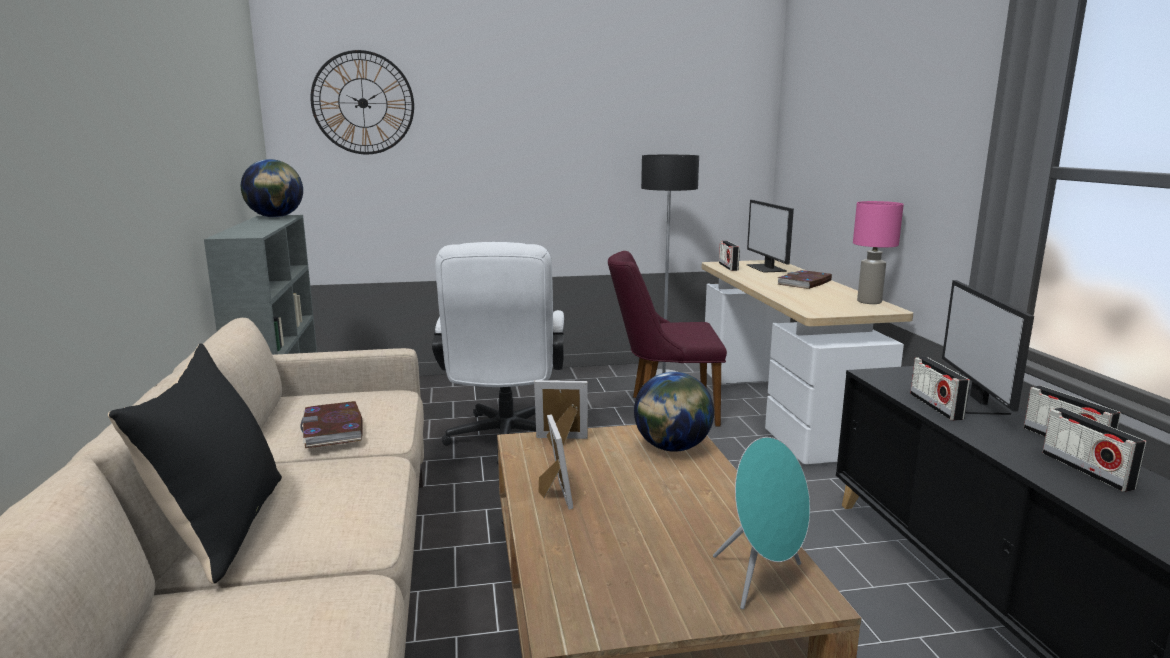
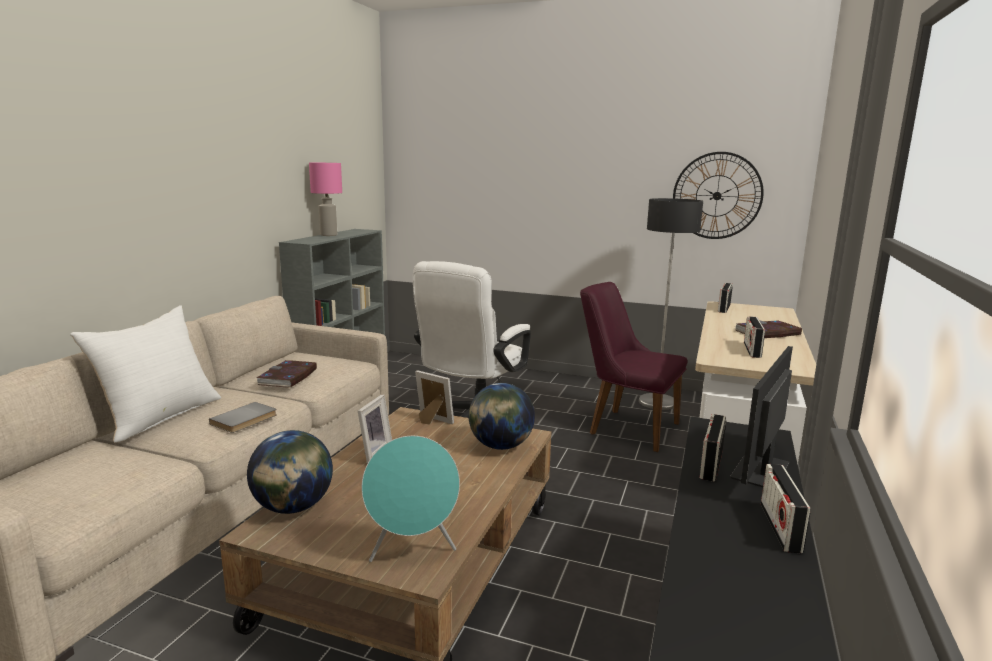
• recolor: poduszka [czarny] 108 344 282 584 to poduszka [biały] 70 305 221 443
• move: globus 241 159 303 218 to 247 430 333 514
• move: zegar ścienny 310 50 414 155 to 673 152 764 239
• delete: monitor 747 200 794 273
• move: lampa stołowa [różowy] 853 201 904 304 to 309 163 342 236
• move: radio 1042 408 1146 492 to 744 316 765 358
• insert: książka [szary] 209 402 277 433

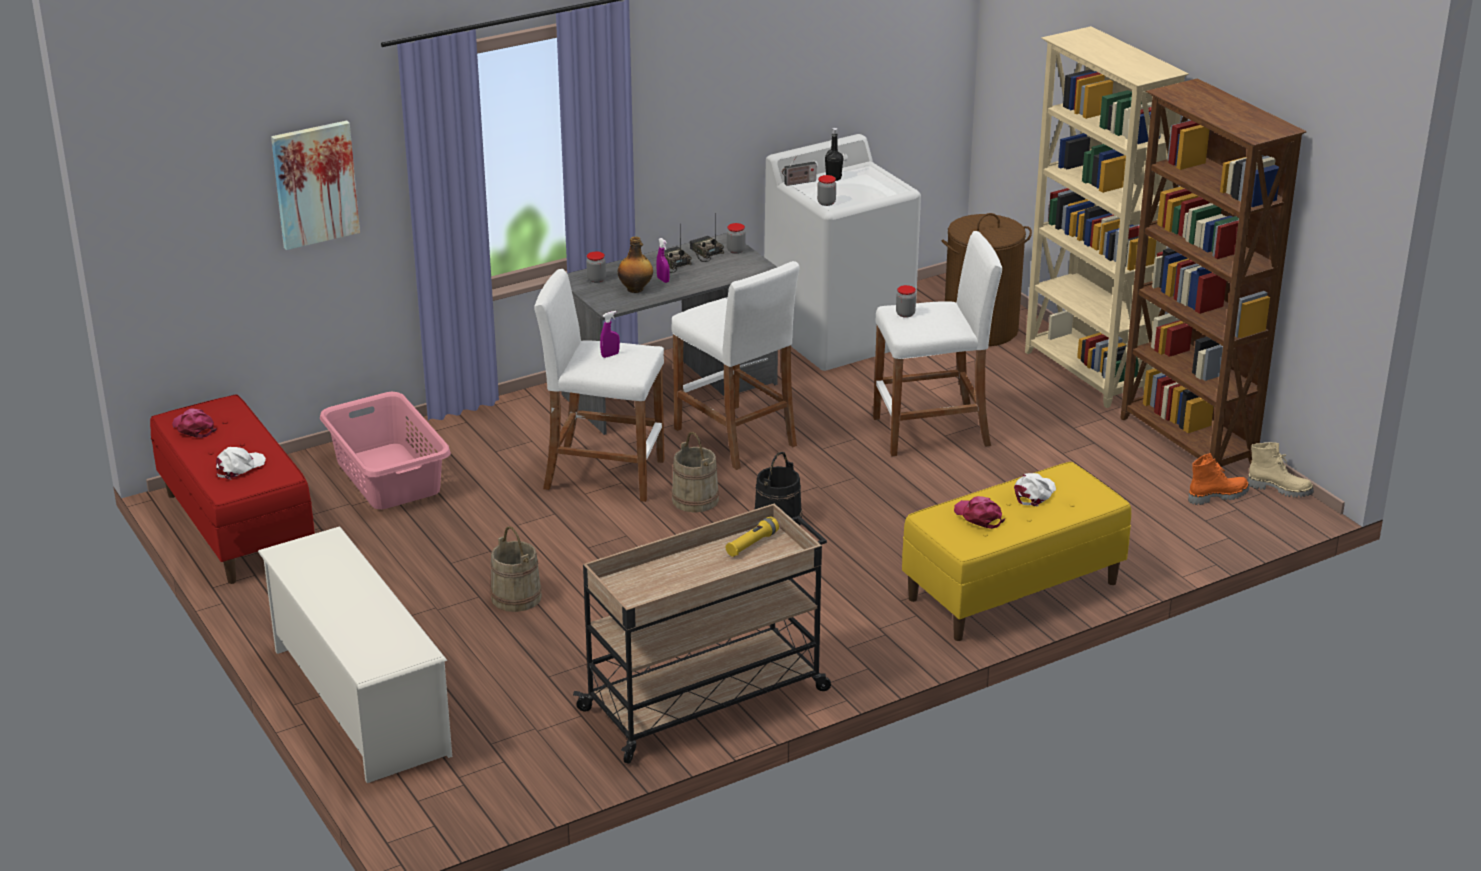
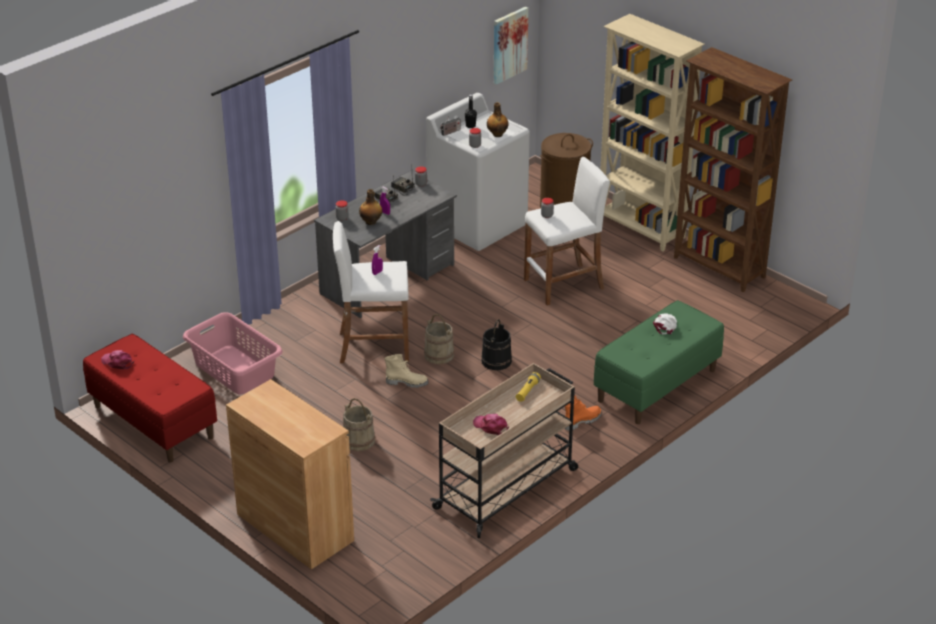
• delete: czapka z daszkiem [biały] 216 447 266 479
• replace: regał na buty [biały] 258 527 452 783 to szafka [brązowy] 226 379 354 569
• move: obraz 271 121 360 250 to 494 7 529 84
• delete: stołek [biały] 671 261 799 470
• recolor: ławka [żółty] 902 462 1131 641 to ławka [zielony] 594 300 724 424
• move: czapka z daszkiem [różowy] 954 496 1005 529 to 473 414 509 435
• move: but z cholewką [pomarańczowy] 1188 453 1249 505 to 564 396 602 431
• move: but z cholewką [beżowy] 1248 442 1314 497 to 385 354 429 388
• insert: butelka 487 102 509 137

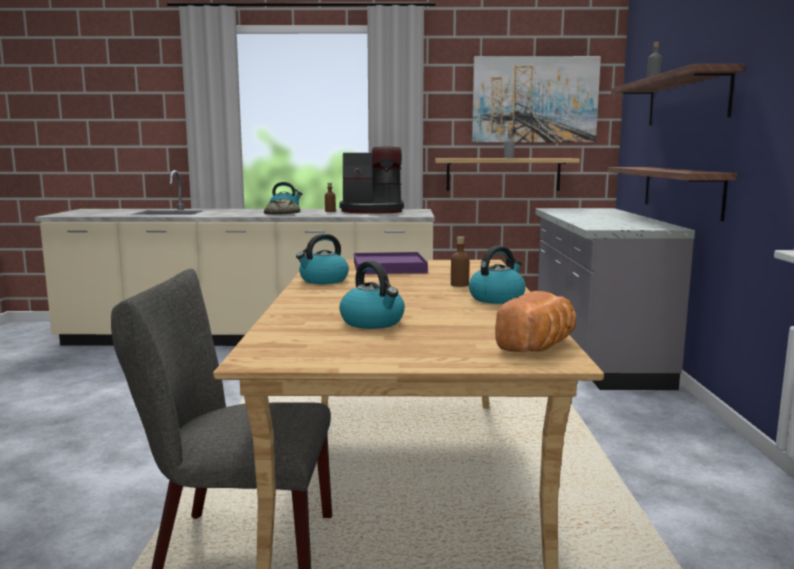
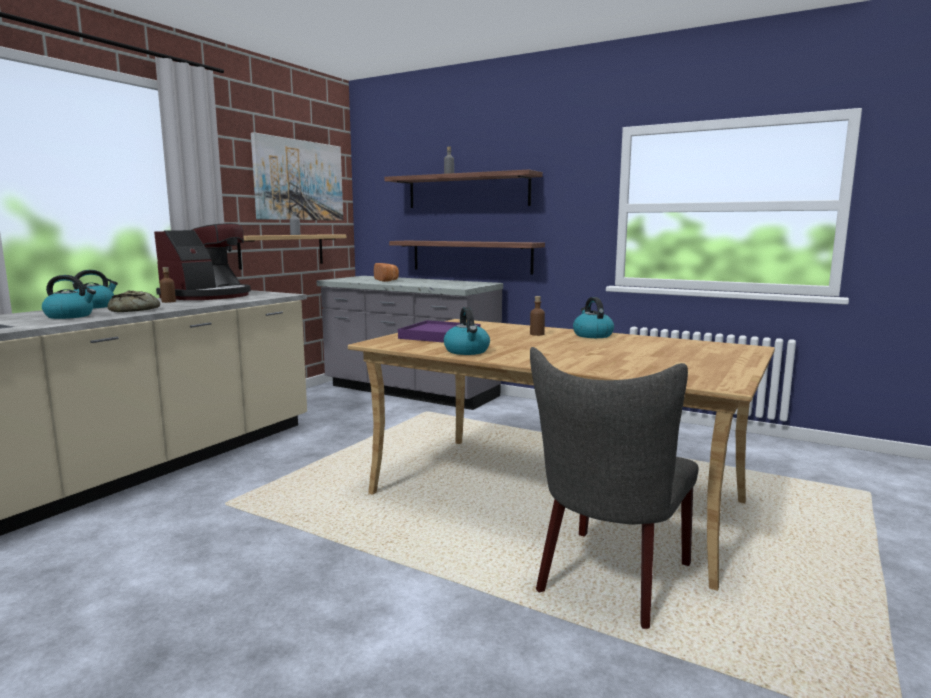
• move: czajnik 339 261 405 329 to 42 275 96 319
• move: chleb 495 291 576 352 to 374 263 399 282

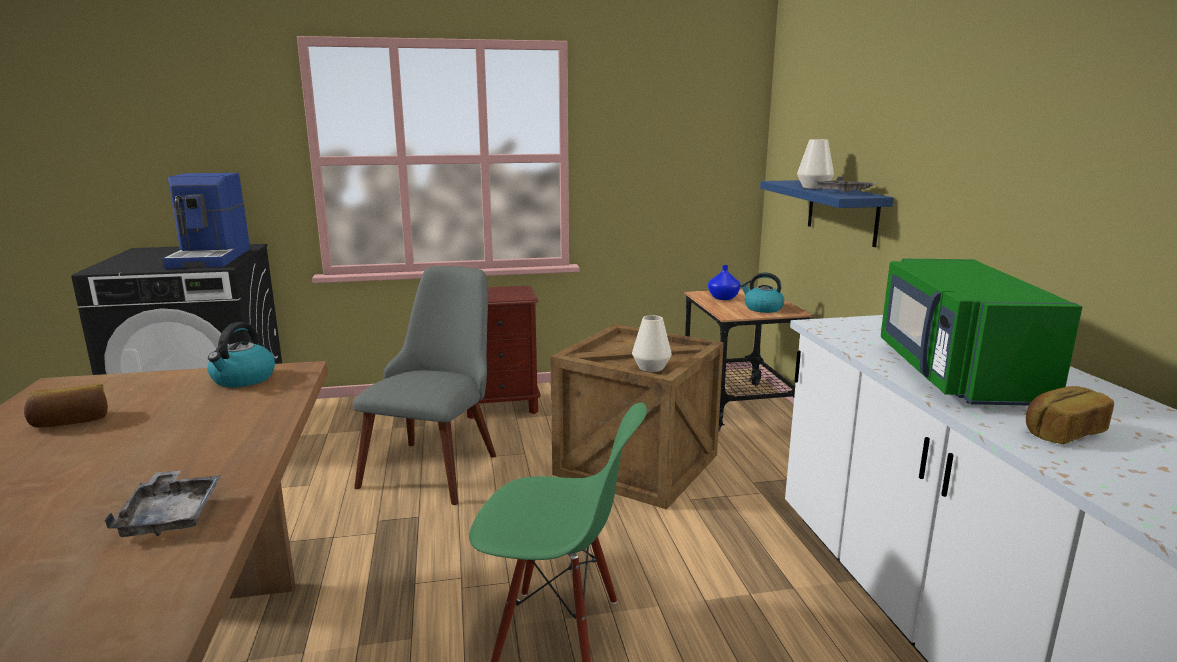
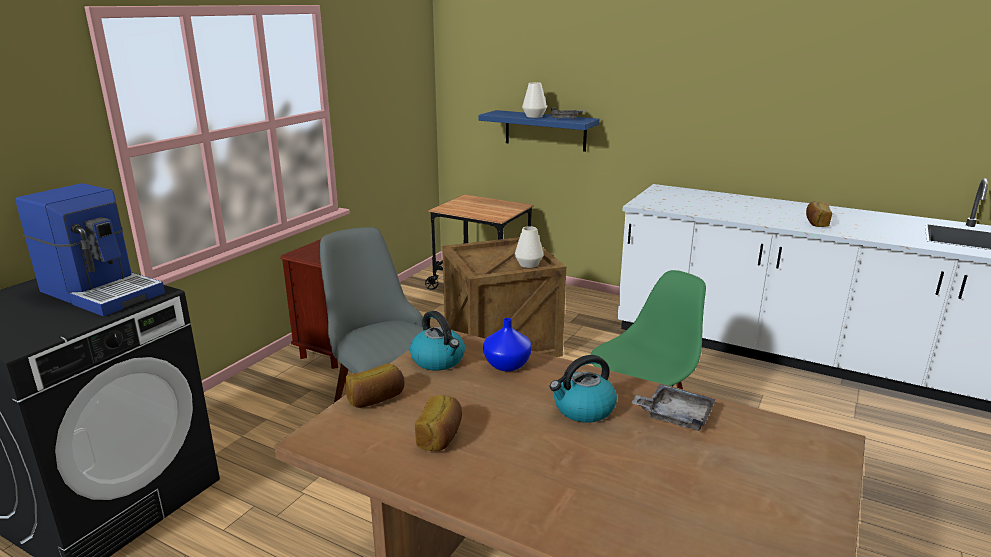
• move: wazon [niebieski] 708 265 741 300 to 483 318 532 372
• move: czajnik 740 272 784 313 to 550 355 617 423
• delete: mikrofalówka [zielony] 881 259 1082 406
• insert: chleb 345 364 405 408

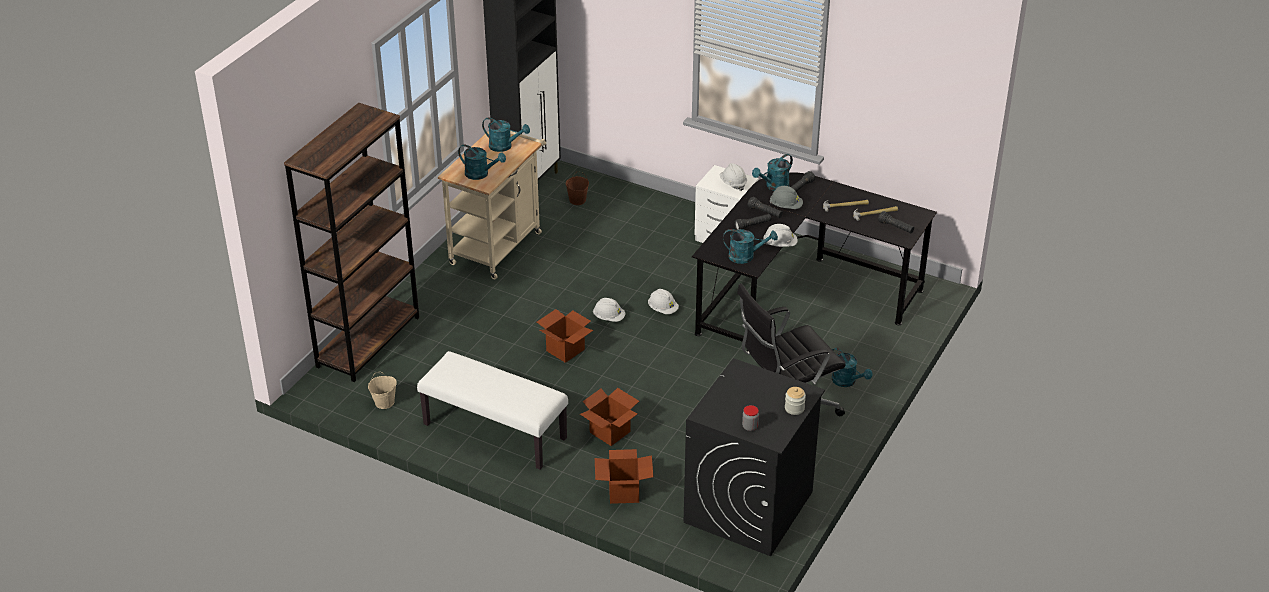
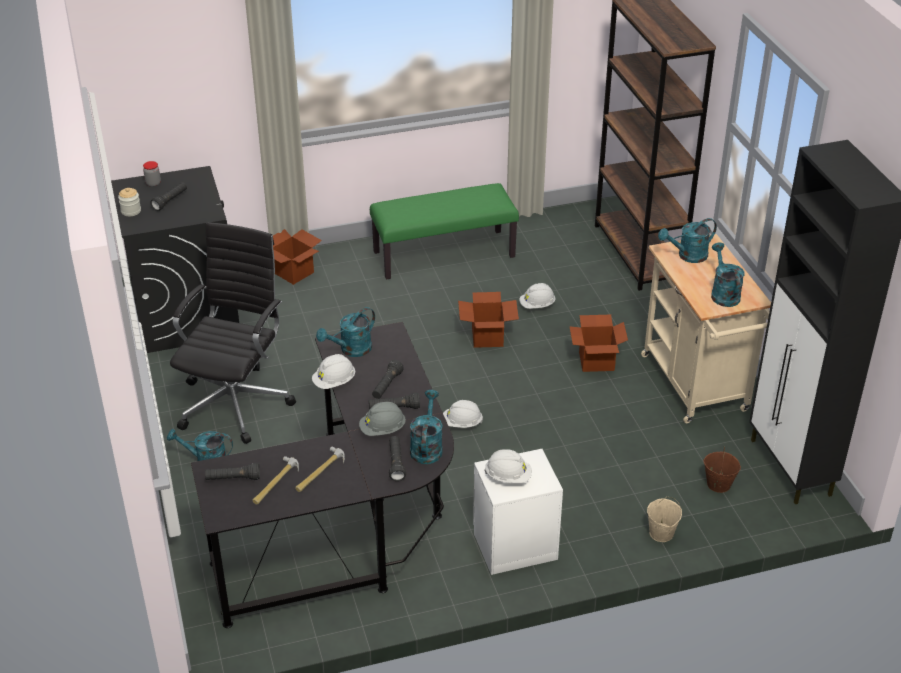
• move: wiadro [beżowy] 368 372 397 409 to 647 497 682 542
• recolor: ławka [biały] 417 351 568 469 to ławka [zielony] 370 183 519 280
• rotate: konewka [turkusowy] 482 117 530 152 = 711 242 745 307 105 degrees clockwise
• move: karton 580 388 639 446 to 569 315 628 372
• move: kask [biały] 593 298 625 322 to 519 283 556 309
• insert: latarka [czarny] 150 182 187 211

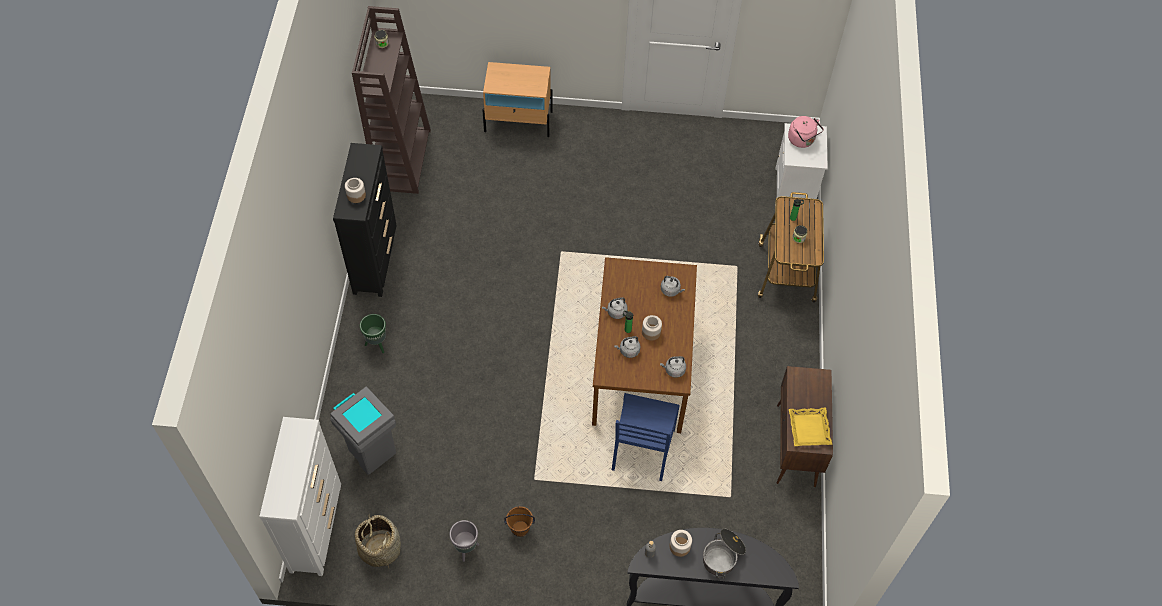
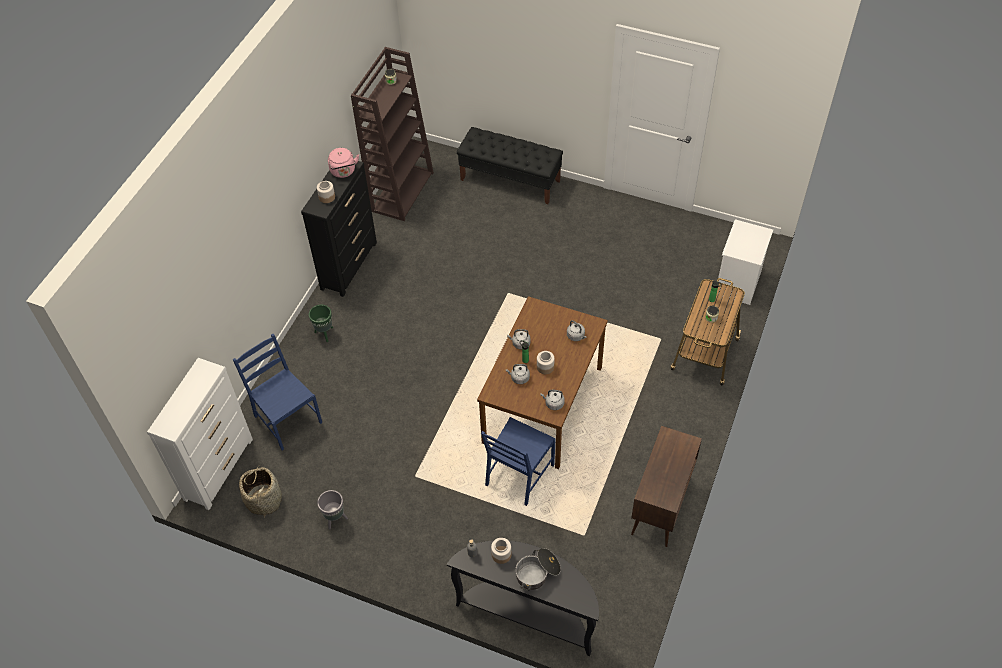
• replace: kosz na śmieci [szary] 330 387 396 475 to krzesło [niebieski] 233 334 322 450
• replace: szafka nocna [beżowy] 482 62 553 137 to ławka [czarny] 457 127 563 204
• delete: wiadro [brązowy] 504 506 535 537
• move: czajnik [różowy] 788 116 824 148 to 328 148 359 178
• delete: taca [żółty] 789 408 832 446

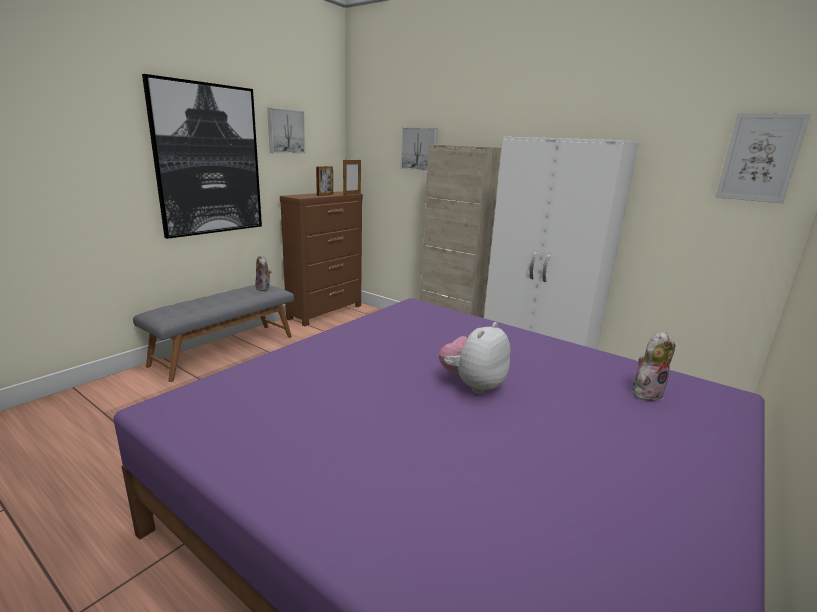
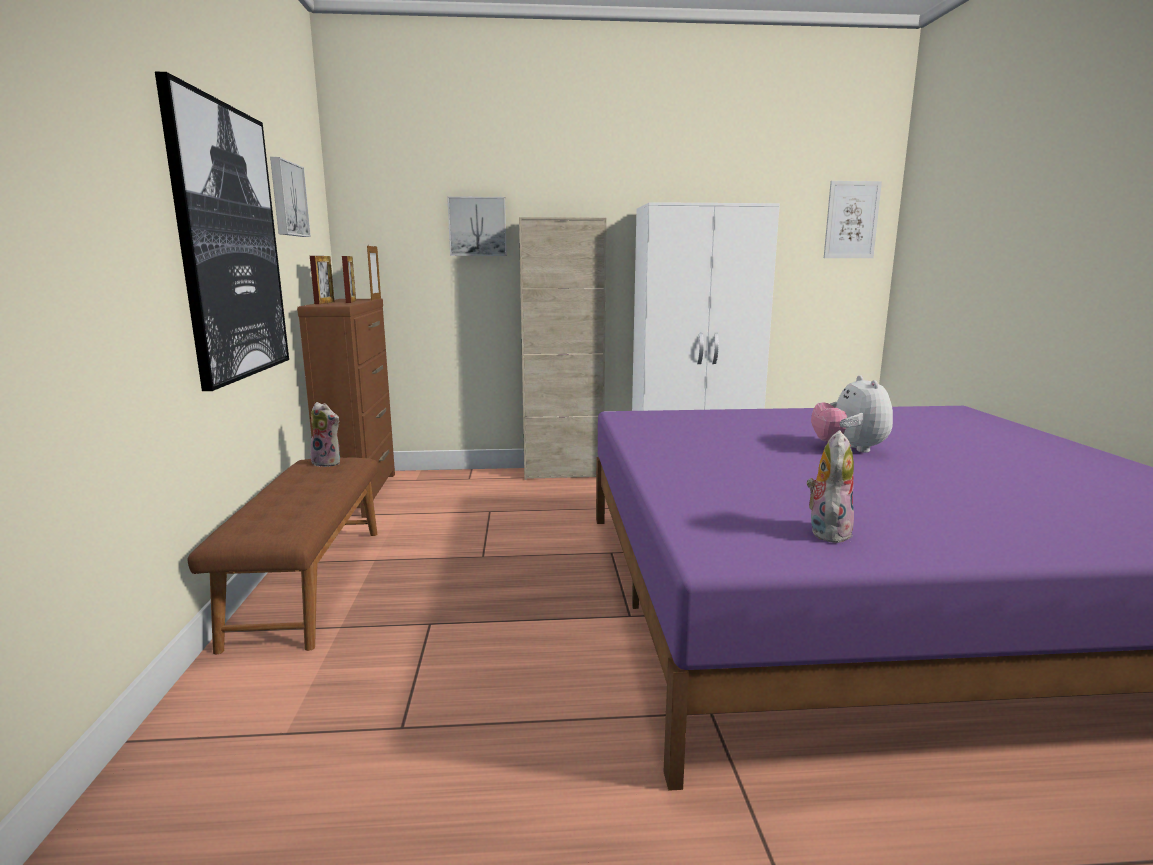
• recolor: ławka [szary] 133 285 294 382 to ławka [brązowy] 188 457 378 654
• move: pluszak 632 332 675 402 to 807 430 854 543
• insert: ramka na zdjęcie 310 256 334 304

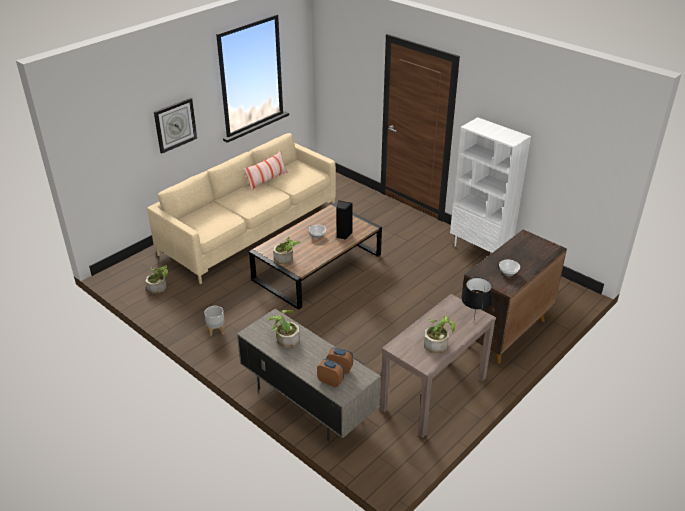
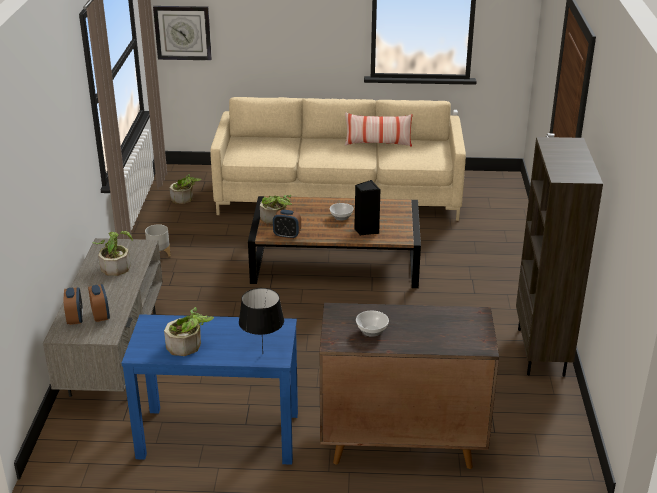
• move: zegar ścienny 154 98 197 153 to 153 6 212 60
• recolor: stolik konsolowy [brązowy] 380 294 496 438 to stolik konsolowy [niebieski] 122 314 298 465
• recolor: regał [biały] 450 117 531 253 to regał [brązowy] 516 137 603 376
• insert: budzik 273 210 301 239

